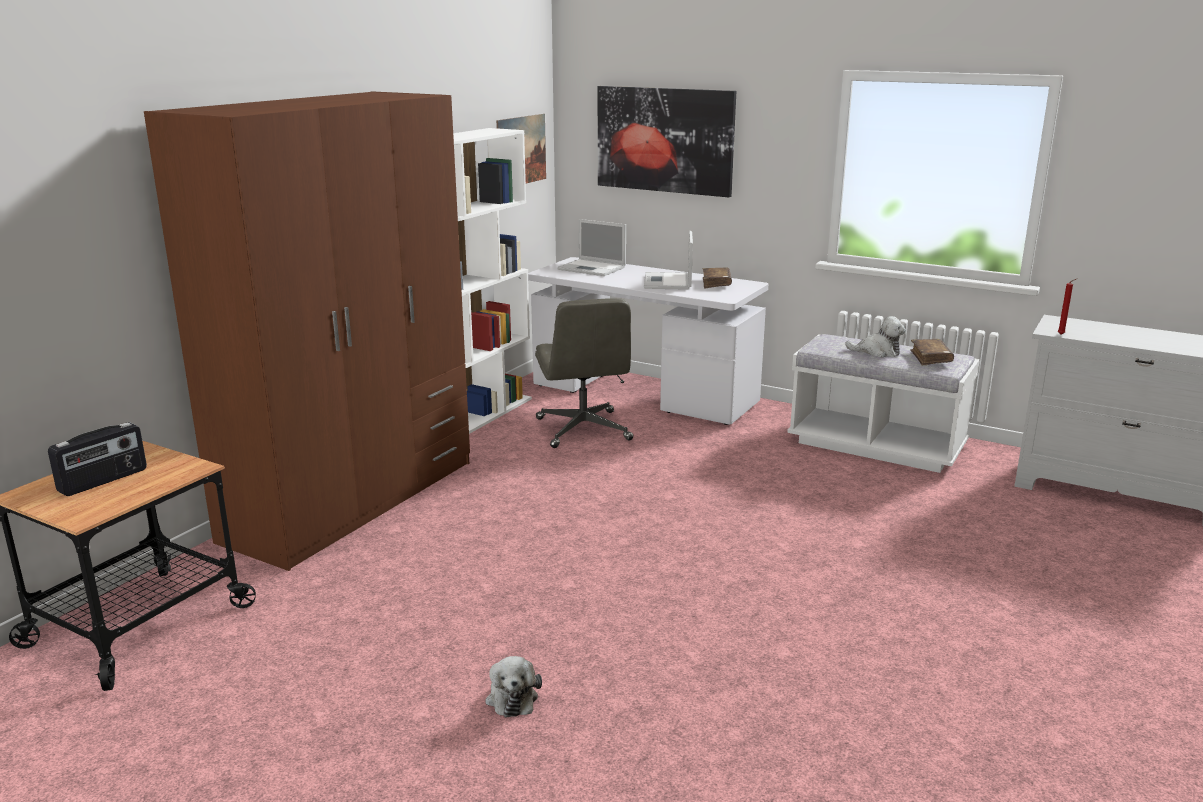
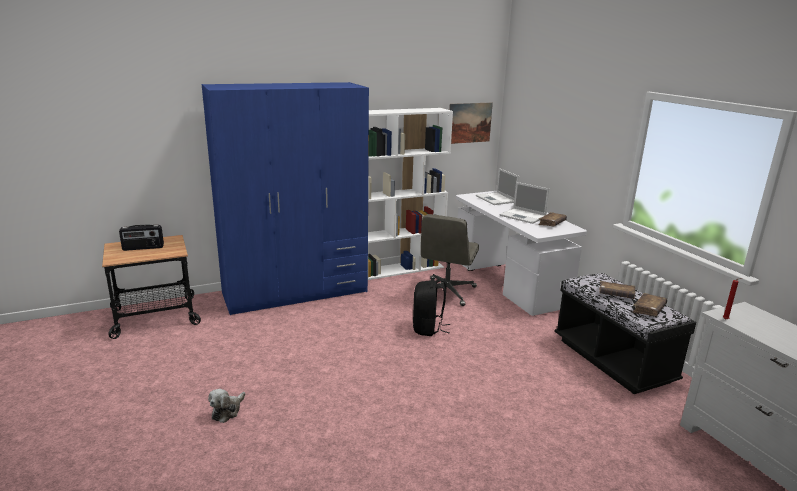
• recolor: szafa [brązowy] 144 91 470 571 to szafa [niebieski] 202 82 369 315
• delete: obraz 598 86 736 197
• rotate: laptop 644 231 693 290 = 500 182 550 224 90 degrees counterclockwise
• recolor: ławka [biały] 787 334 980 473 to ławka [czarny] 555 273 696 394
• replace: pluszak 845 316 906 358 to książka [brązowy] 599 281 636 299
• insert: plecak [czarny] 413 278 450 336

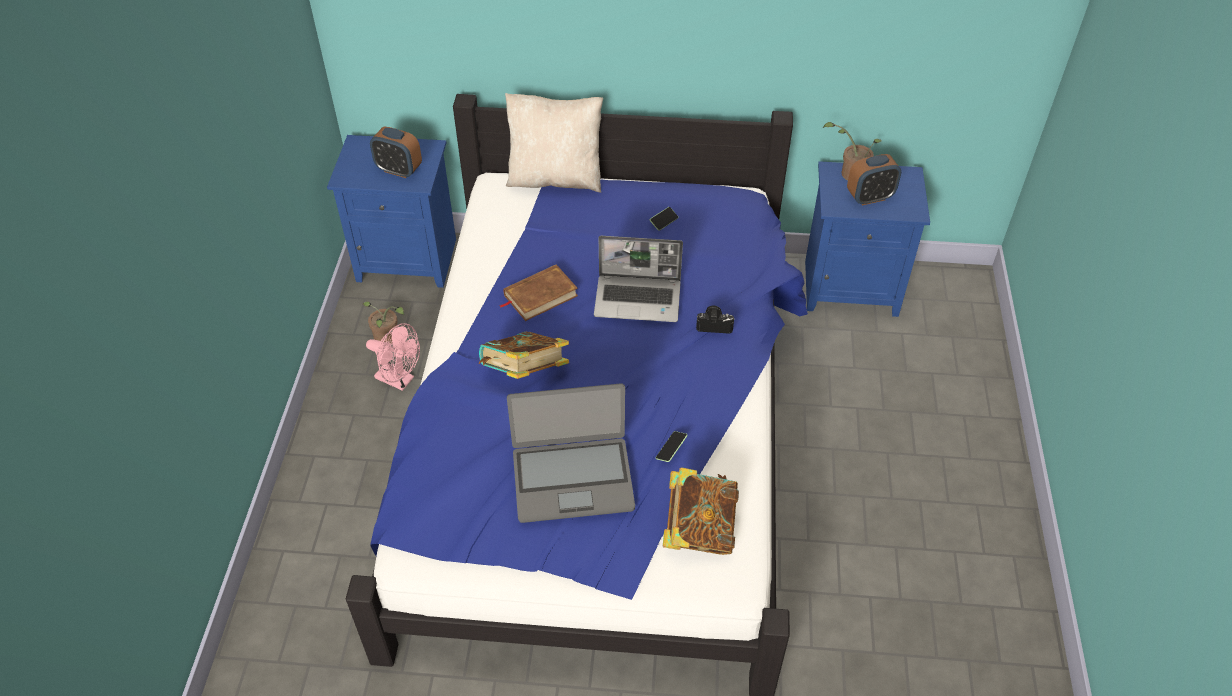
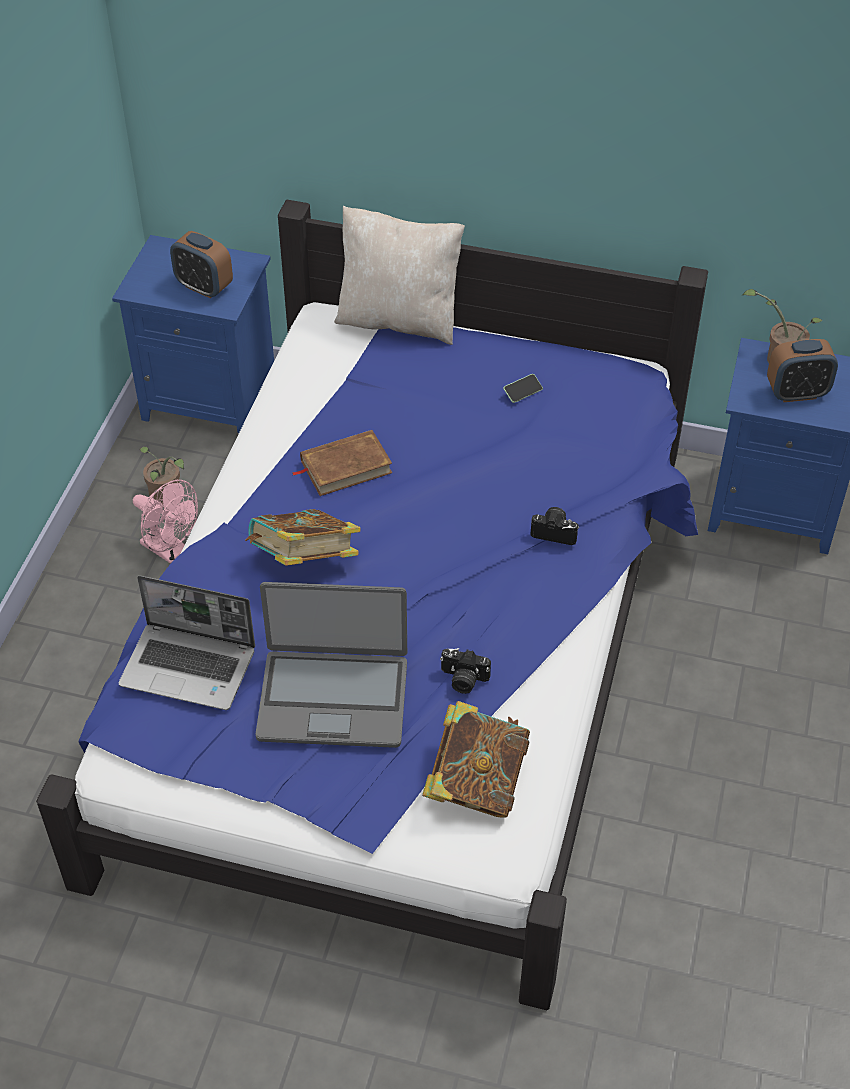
• move: laptop 594 236 683 322 to 119 575 255 710
• replace: telefon 656 431 688 462 to aparat fotograficzny 440 648 491 694

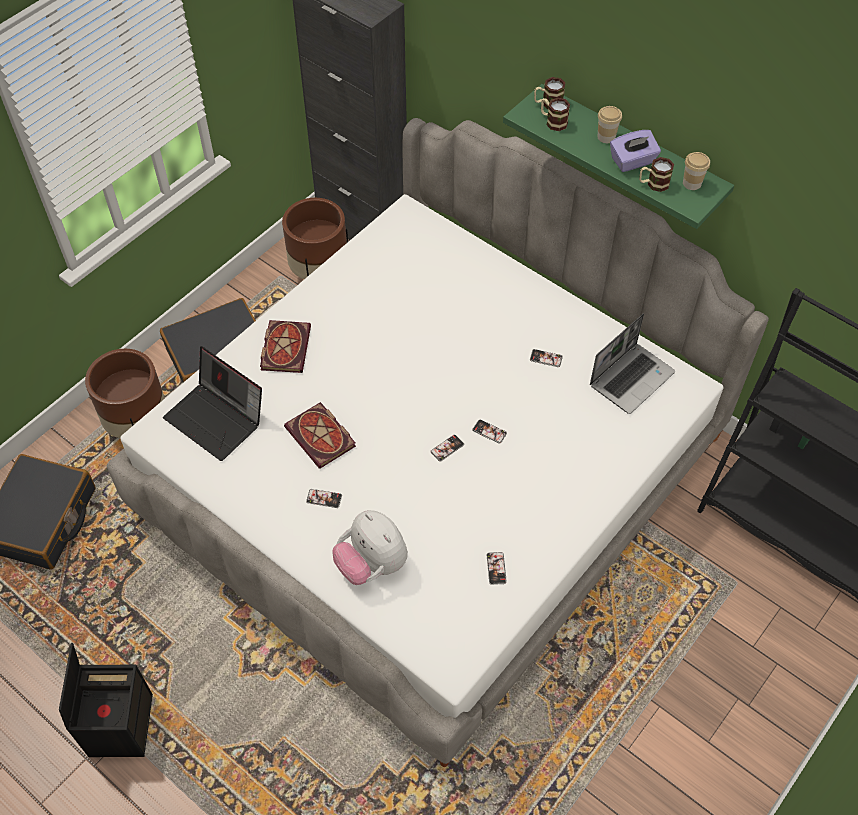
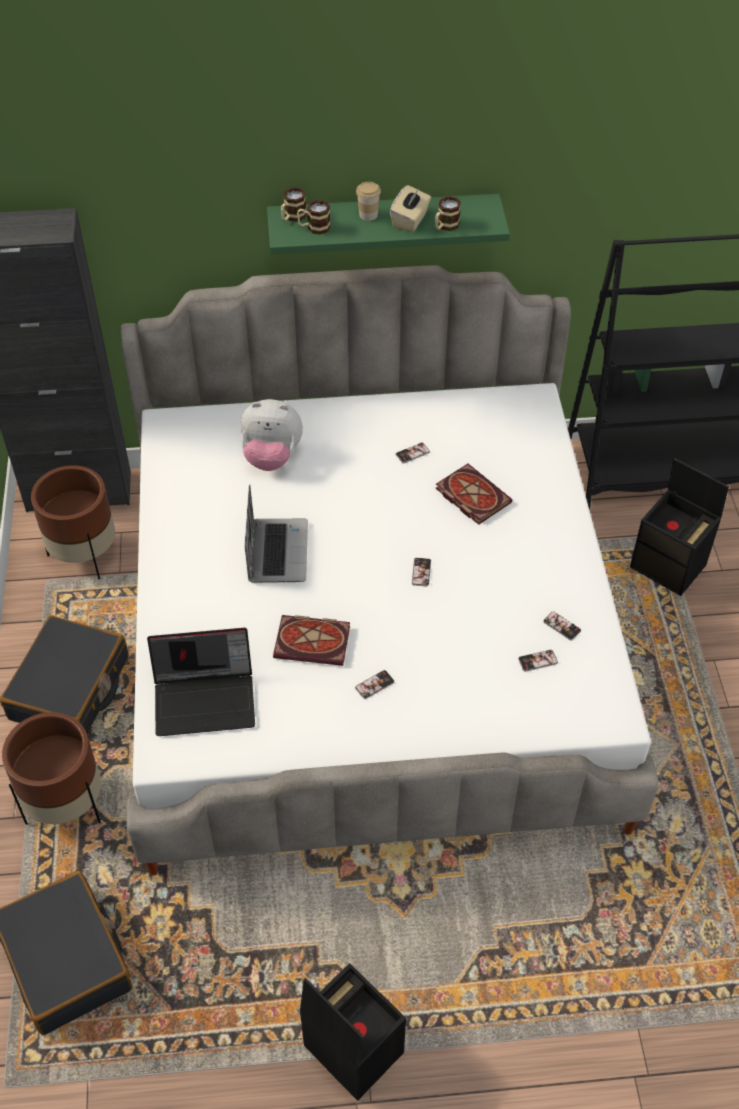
• move: książka 260 320 311 373 to 435 464 513 525
• move: pluszak 332 510 408 585 to 241 399 303 471
• move: telefon 472 420 507 444 to 518 650 558 672
• move: laptop 590 313 675 414 to 244 484 308 583
• recolor: pudełko chusteczek [fioletowy] 610 130 661 172 to pudełko chusteczek [beżowy] 390 185 431 232
• delete: filiżanka 683 152 710 190
• insert: pojemnik do przechowywania [czarny] 630 458 729 596

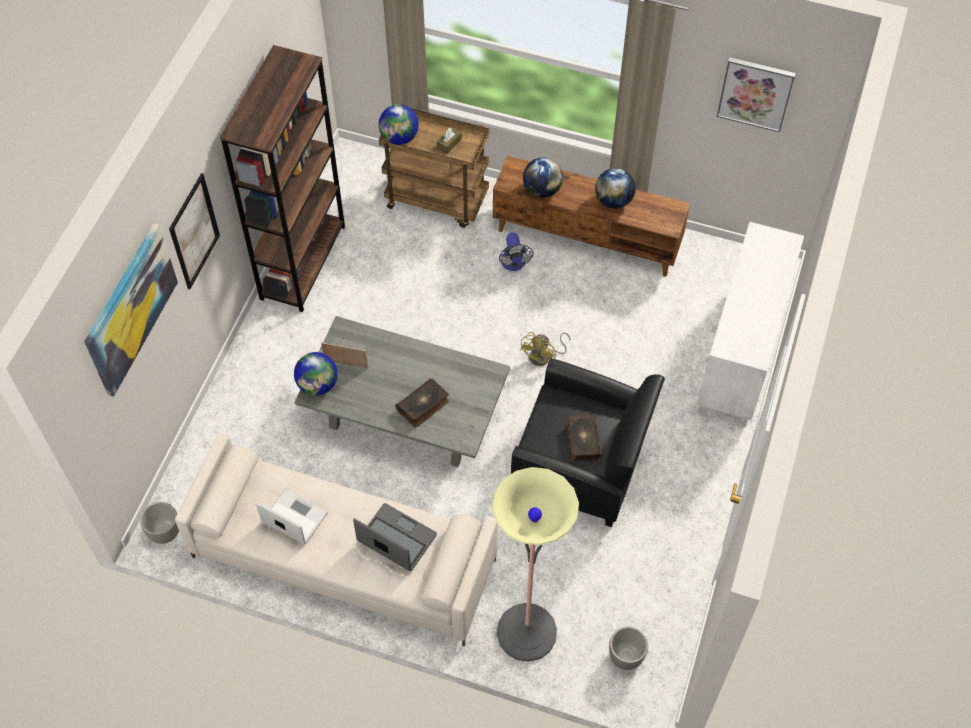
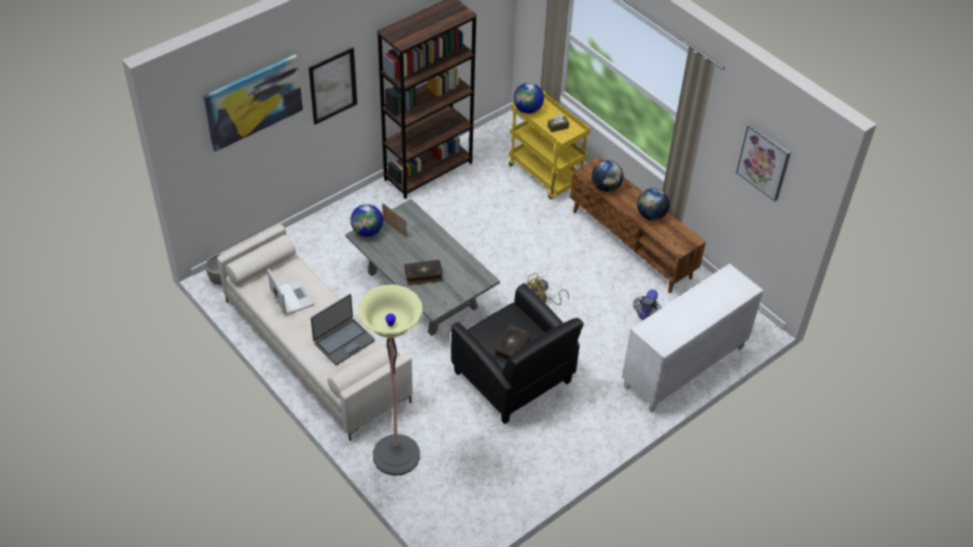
• rotate: laptop 353 503 437 571 = 311 294 375 365 75 degrees clockwise
• recolor: wózek [brązowy] 379 105 489 228 to wózek [żółty] 509 91 591 199
• move: wentylator 499 233 534 271 to 633 289 661 320
• delete: donica 609 626 648 670

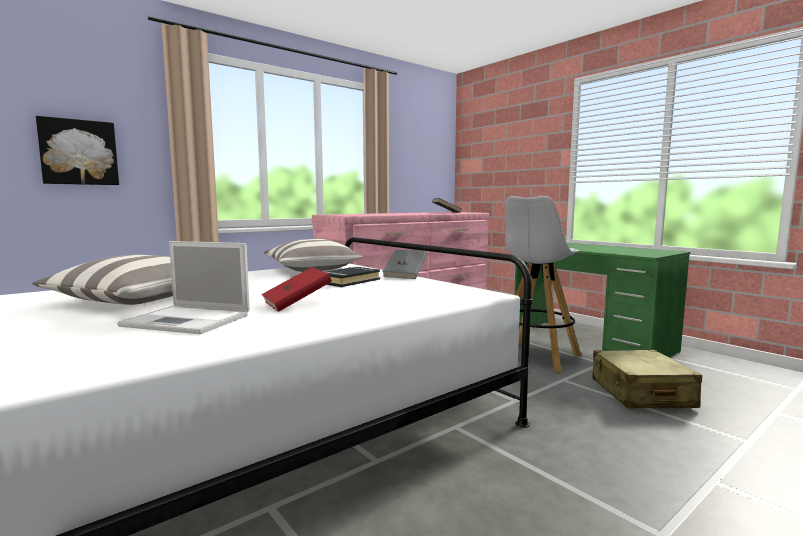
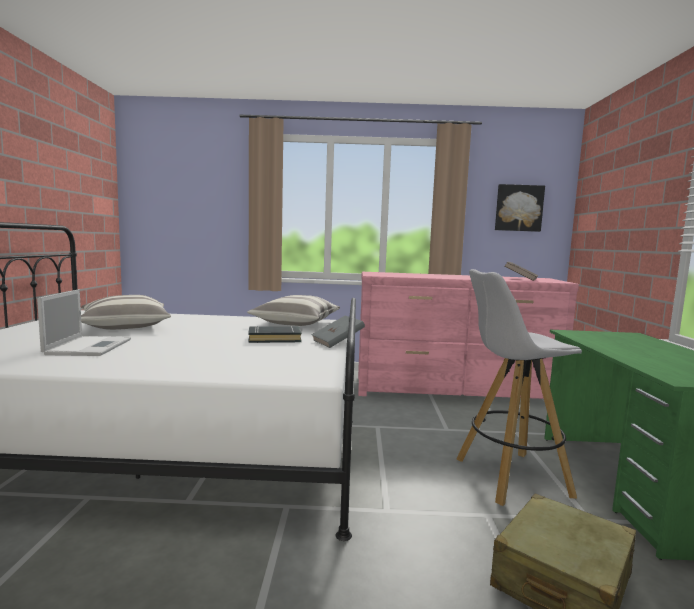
• move: obraz 36 116 119 185 to 495 184 545 232
• rotate: laptop 117 241 250 334 = 37 289 131 356 150 degrees counterclockwise
• delete: książka [czerwony] 261 267 332 312

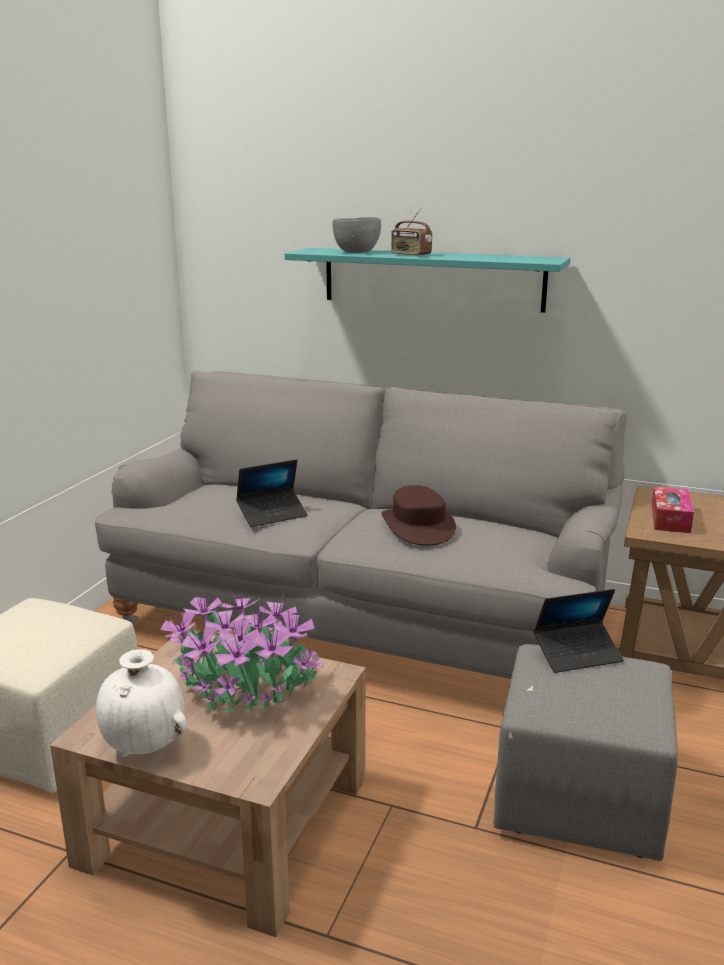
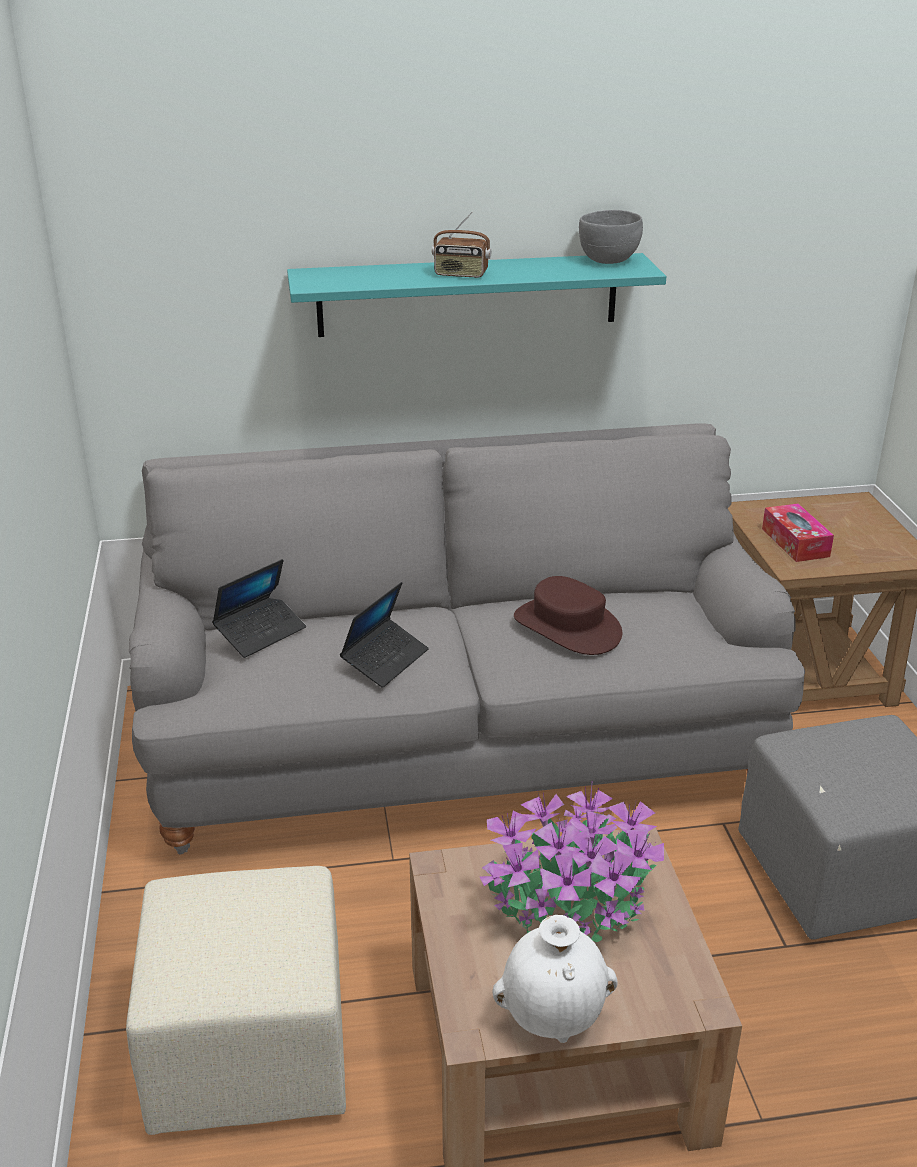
• move: miska [szary] 333 217 381 253 to 579 210 643 264
• move: laptop 533 589 624 673 to 212 559 306 658

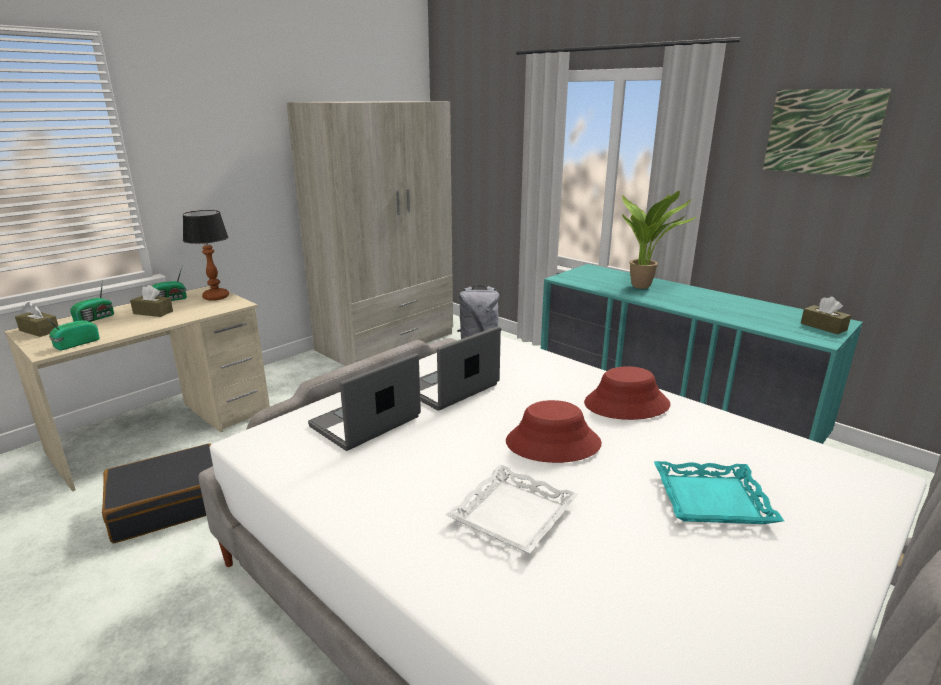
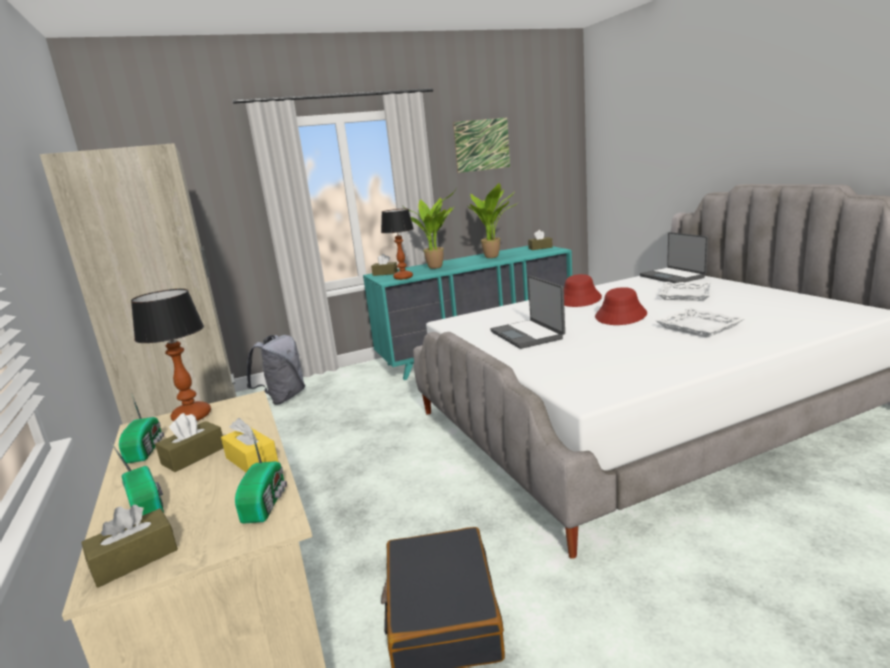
• rotate: radio 44 315 100 351 = 235 429 287 524 150 degrees counterclockwise
• move: laptop 308 353 421 451 to 640 232 708 283
• recolor: taca [turkusowy] 654 461 784 524 to taca [biały] 658 282 712 301
• insert: pudełko chusteczek [żółty] 221 418 278 472
• insert: pudełko chusteczek [brązowy] 371 254 398 276
• insert: lampa stołowa 381 208 414 280
• insert: roślina doniczkowa 467 183 519 258

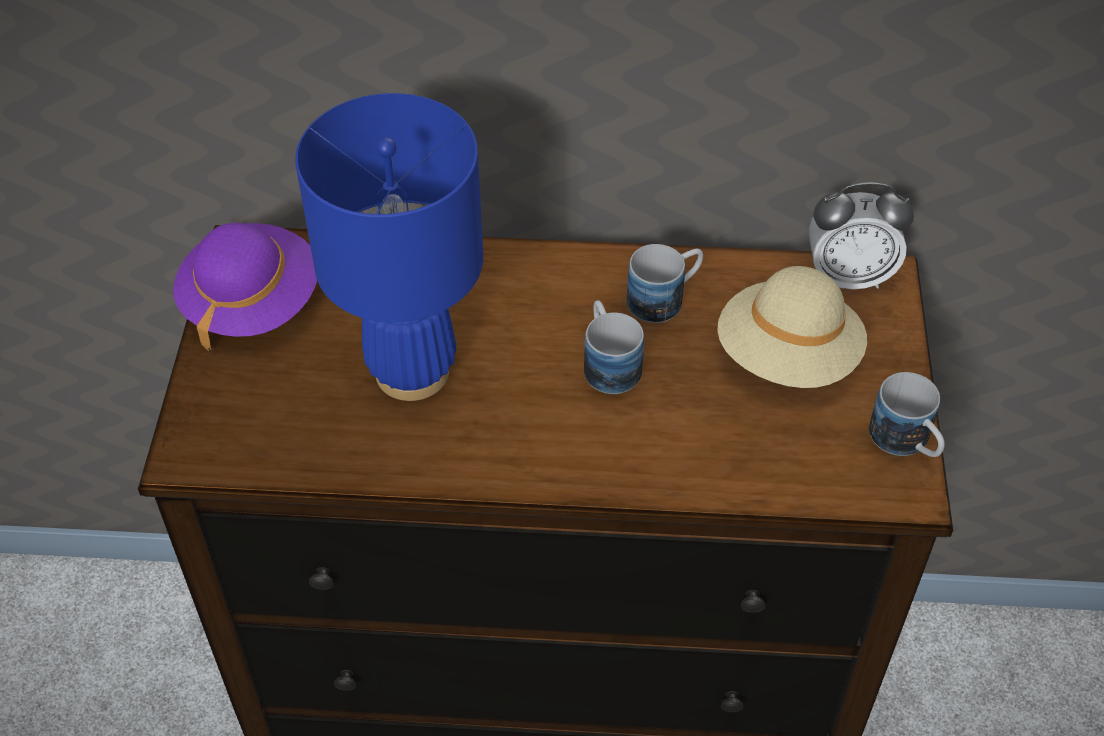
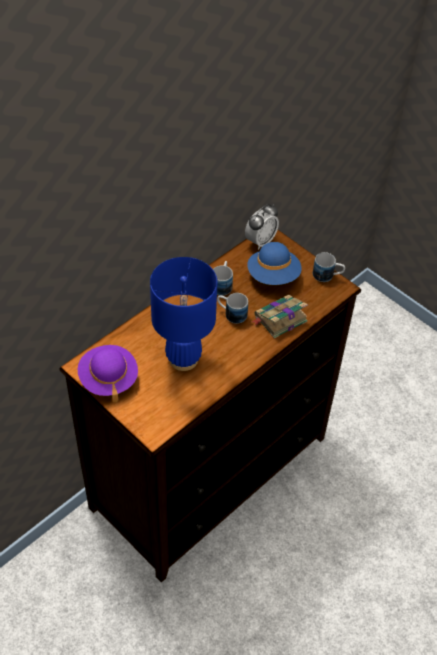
• recolor: kapelusz [beżowy] 717 266 867 388 to kapelusz [niebieski] 247 242 302 285
• insert: książka 252 295 308 339

